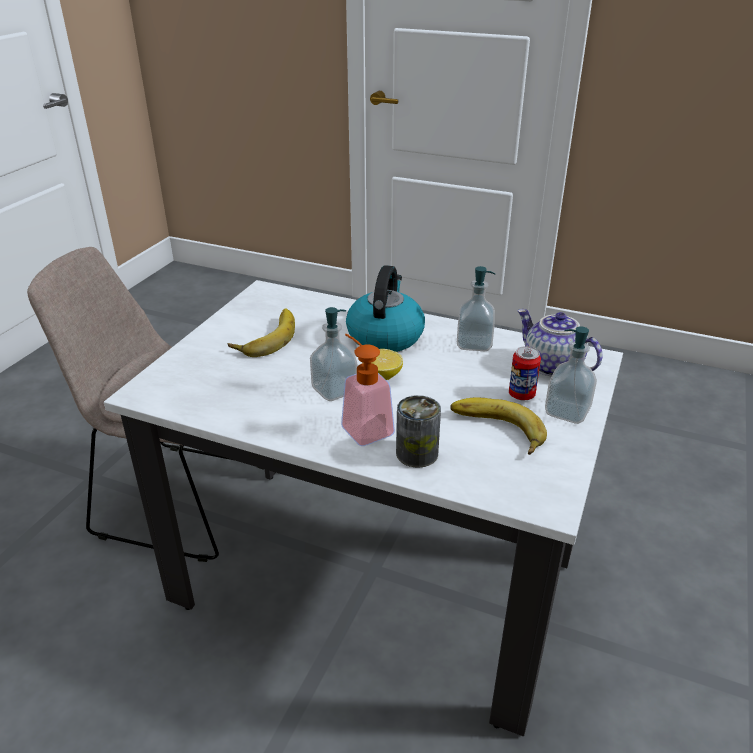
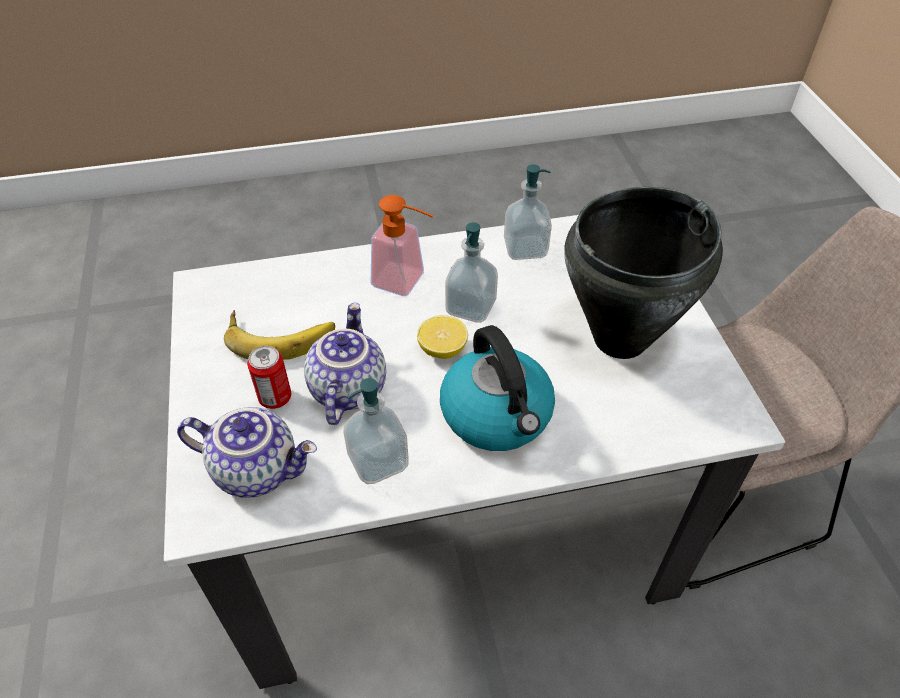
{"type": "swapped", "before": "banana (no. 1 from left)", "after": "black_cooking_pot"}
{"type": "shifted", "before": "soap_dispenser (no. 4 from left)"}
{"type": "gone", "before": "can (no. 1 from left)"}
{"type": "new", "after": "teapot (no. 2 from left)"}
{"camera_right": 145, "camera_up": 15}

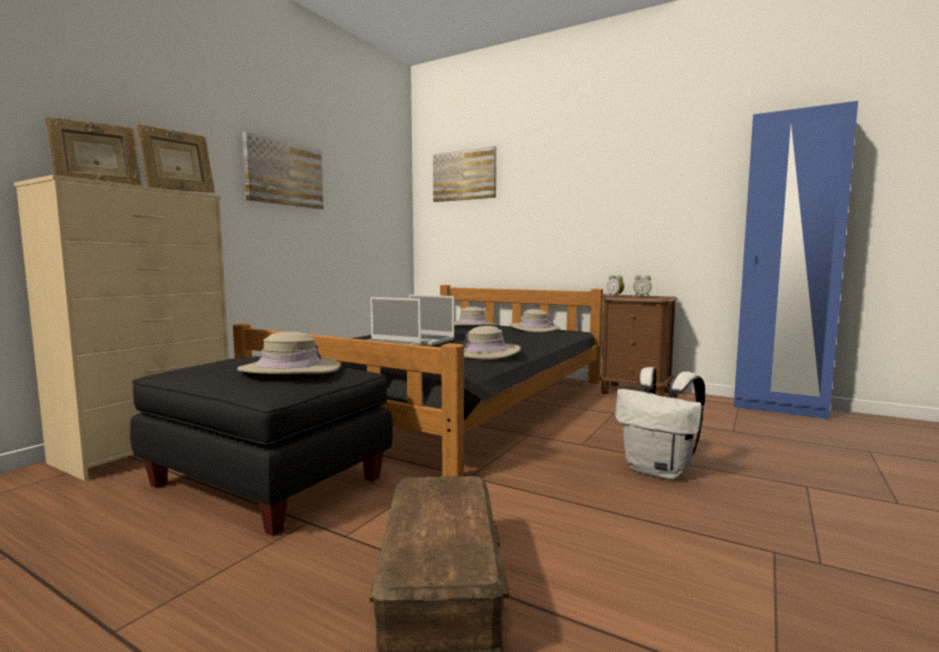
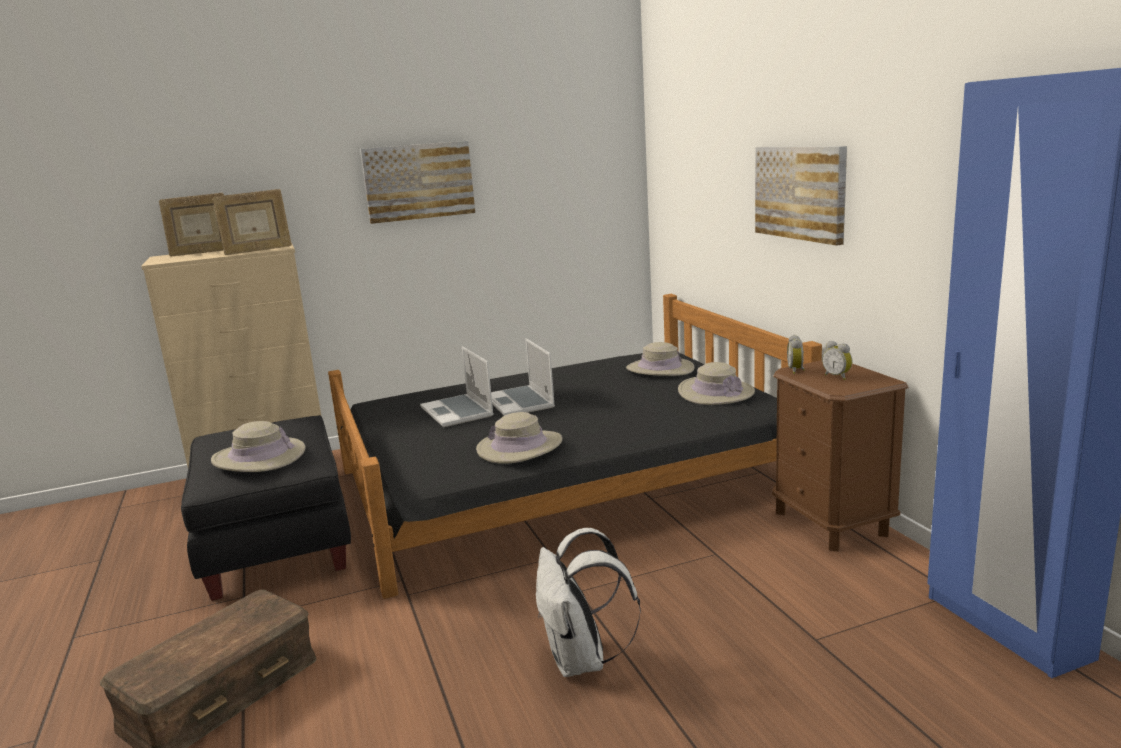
{"type": "shifted", "before": "picture (no. 2 from left)"}
{"camera_right": 40, "camera_up": 10}

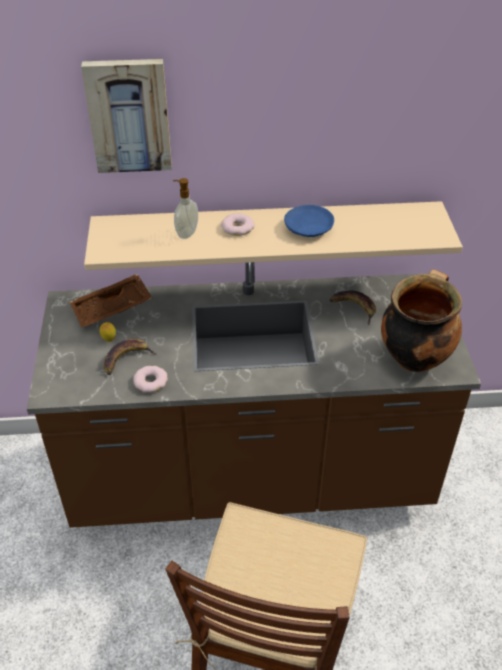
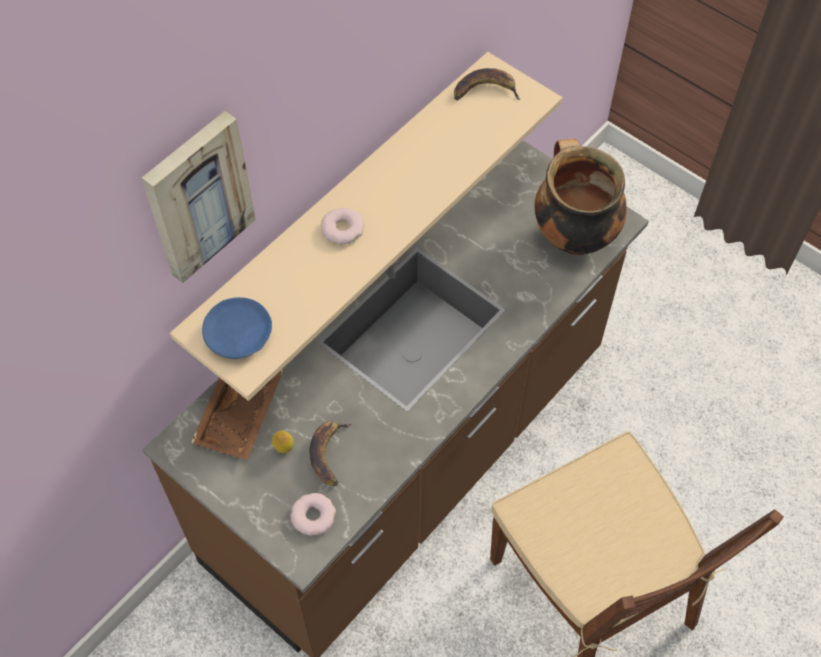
{"type": "gone", "before": "soap_dispenser"}
{"type": "shifted", "before": "blue_plate"}
{"type": "shifted", "before": "banana (no. 2 from left)"}
{"type": "shifted", "before": "donut (no. 1 from left)"}
{"camera_right": -45, "camera_up": 15}

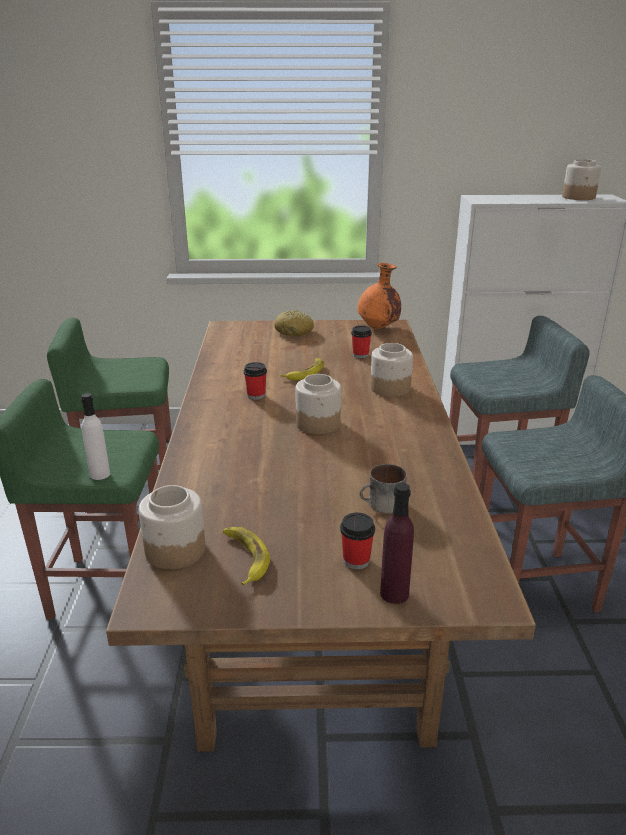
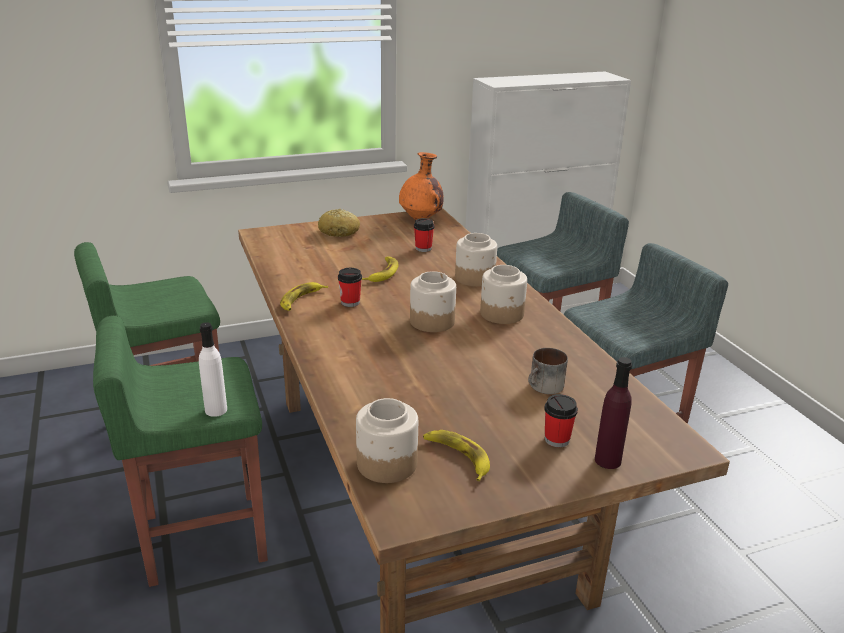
{"type": "shifted", "before": "jar (no. 4 from left)"}
{"type": "new", "after": "banana (no. 1 from left)"}
{"camera_right": -20, "camera_up": 0}

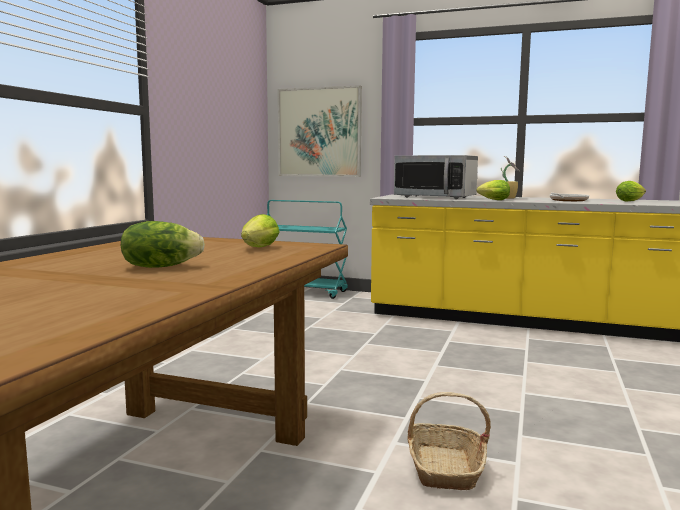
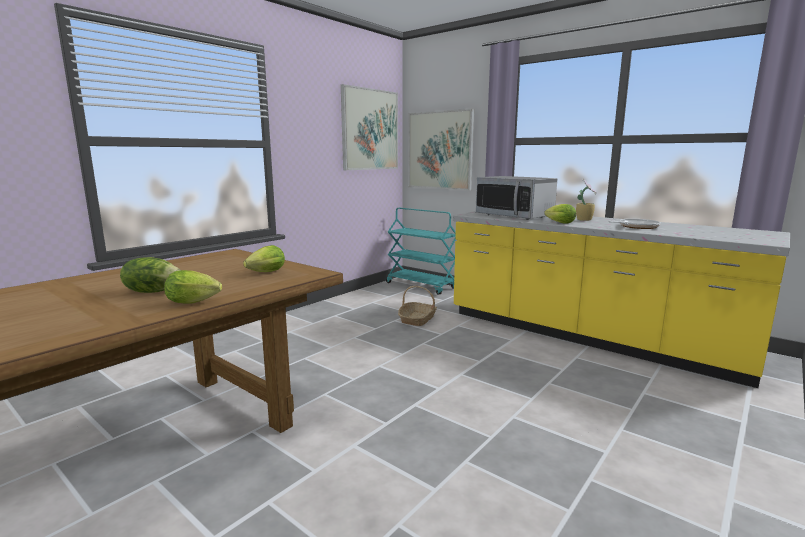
{"type": "shifted", "before": "lettuce (no. 4 from left in the first image)", "after": "lettuce (no. 2 from left)"}
{"type": "shifted", "before": "basket"}
{"type": "new", "after": "picture (no. 1 from left)"}
{"camera_right": 20, "camera_up": 5}

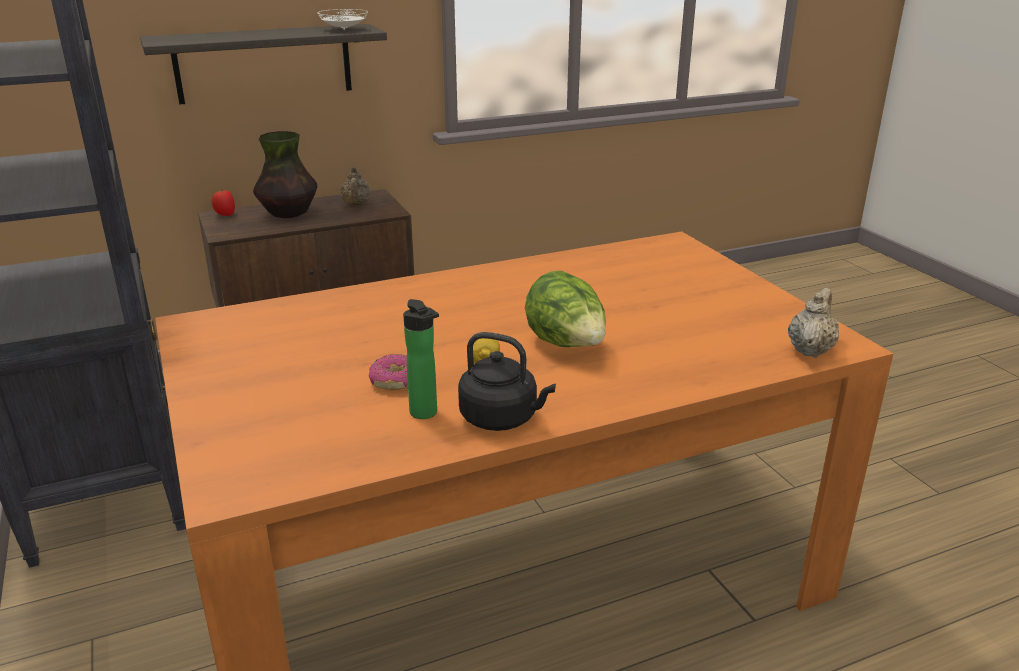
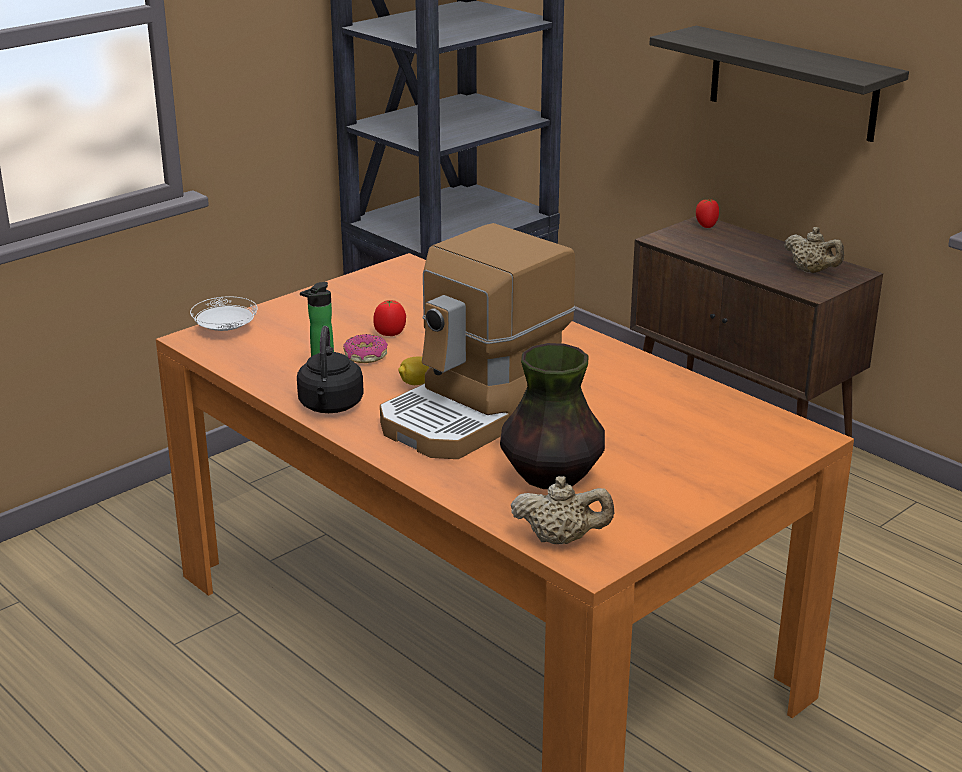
{"type": "shifted", "before": "white_plate"}
{"type": "shifted", "before": "vase"}
{"type": "rotated", "before": "beige_teapot (no. 1 from left in the first image)", "turn": -105}
{"type": "swapped", "before": "lettuce", "after": "coffee_machine"}
{"type": "new", "after": "tomato (no. 1 from left)"}
{"camera_right": 70, "camera_up": 0}

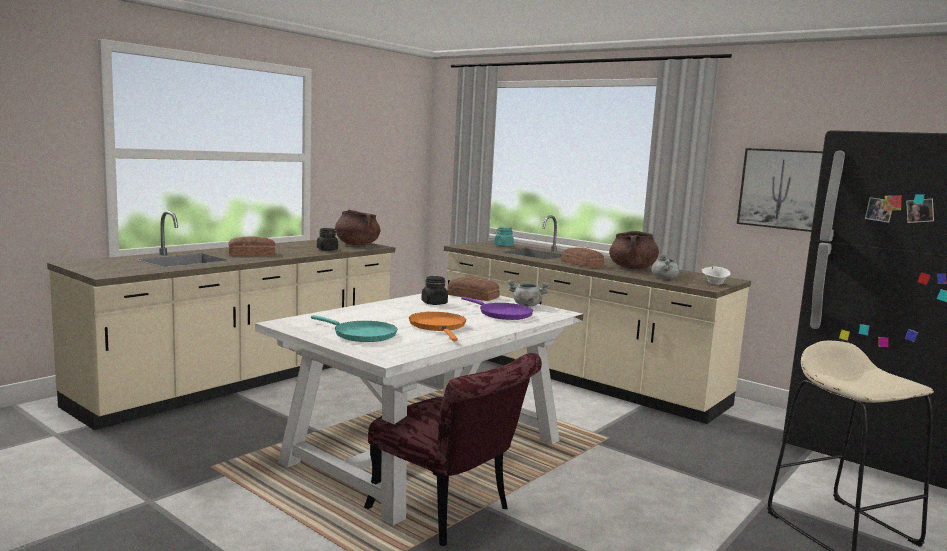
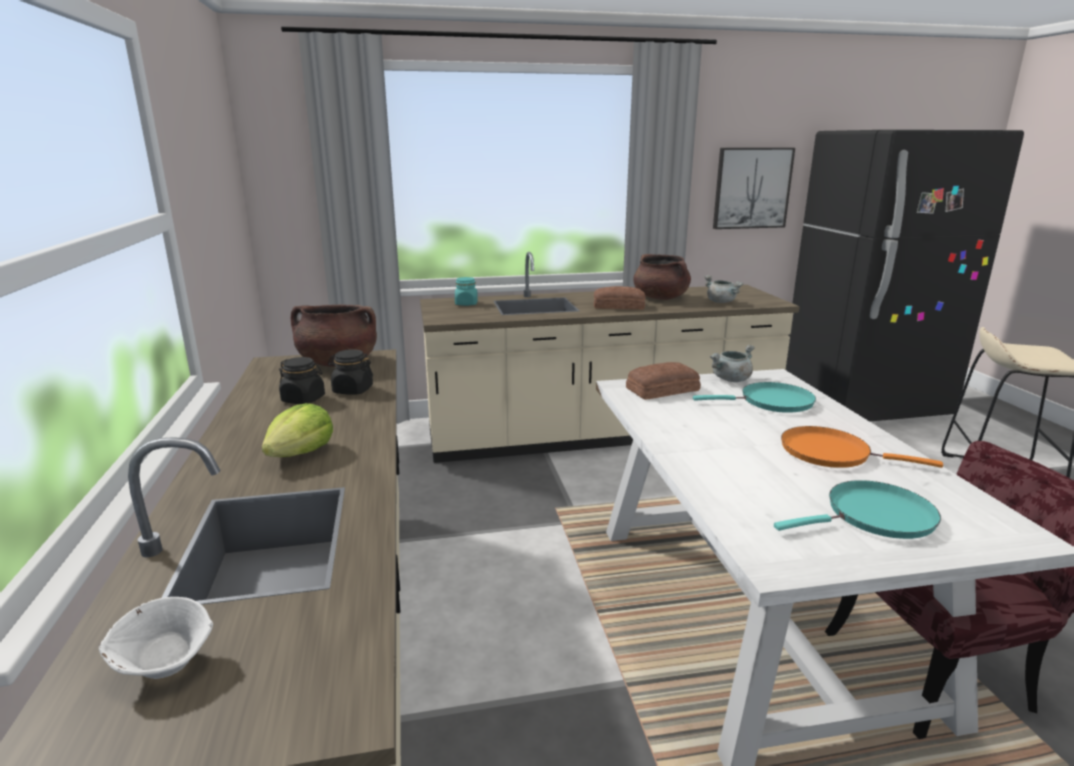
{"type": "swapped", "before": "bread (no. 1 from left)", "after": "lettuce"}
{"type": "shifted", "before": "white_bowl"}
{"type": "shifted", "before": "black_jar (no. 2 from left in the first image)", "after": "black_jar (no. 1 from left)"}
{"type": "repainted", "before": "purple_frying_pan", "after": "turquoise_frying_pan (no. 1 from left)"}
{"camera_right": -50, "camera_up": 10}

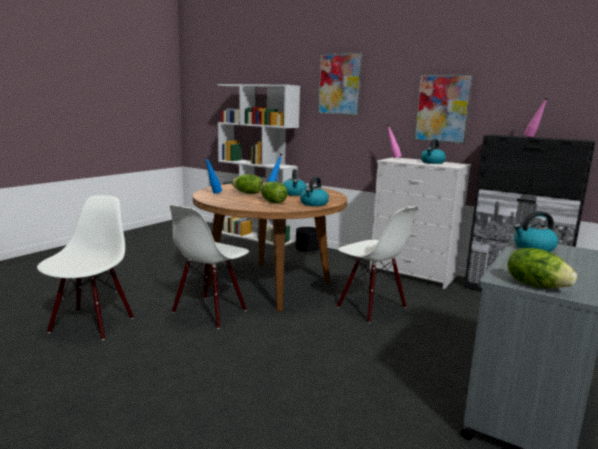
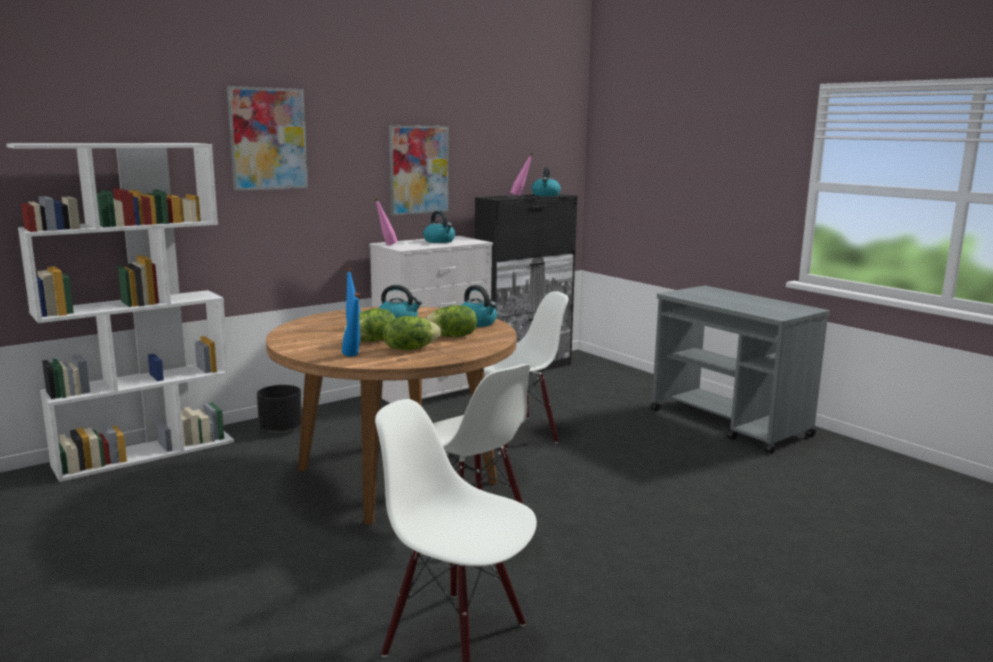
{"type": "shifted", "before": "kettle (no. 4 from left)"}
{"type": "shifted", "before": "lettuce (no. 3 from left in the first image)", "after": "lettuce (no. 2 from left)"}
{"camera_right": -70, "camera_up": 0}

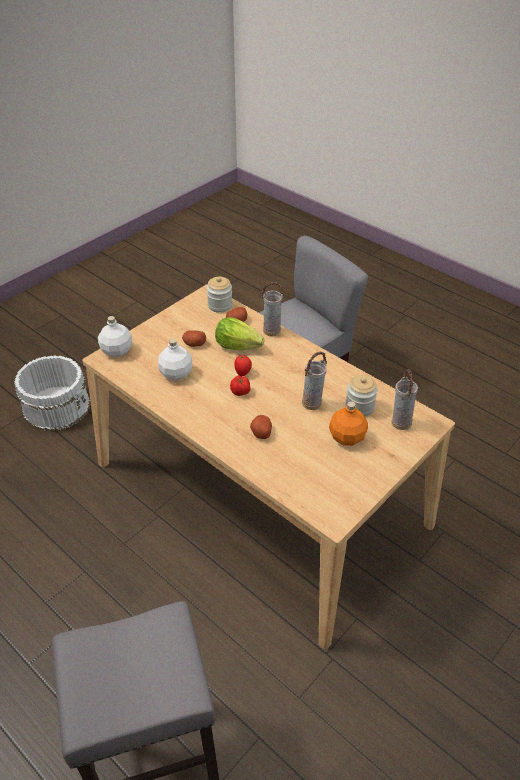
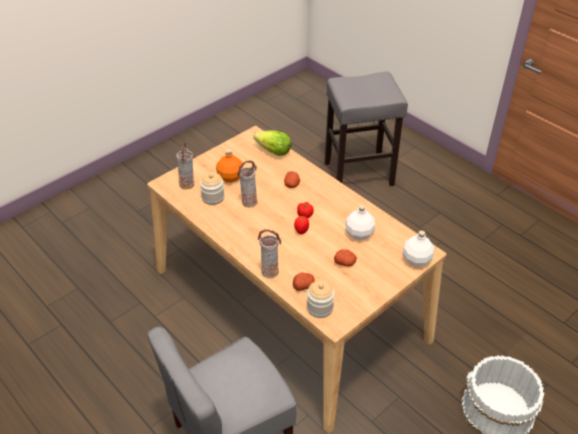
{"type": "shifted", "before": "lettuce"}
{"camera_right": -175, "camera_up": 0}

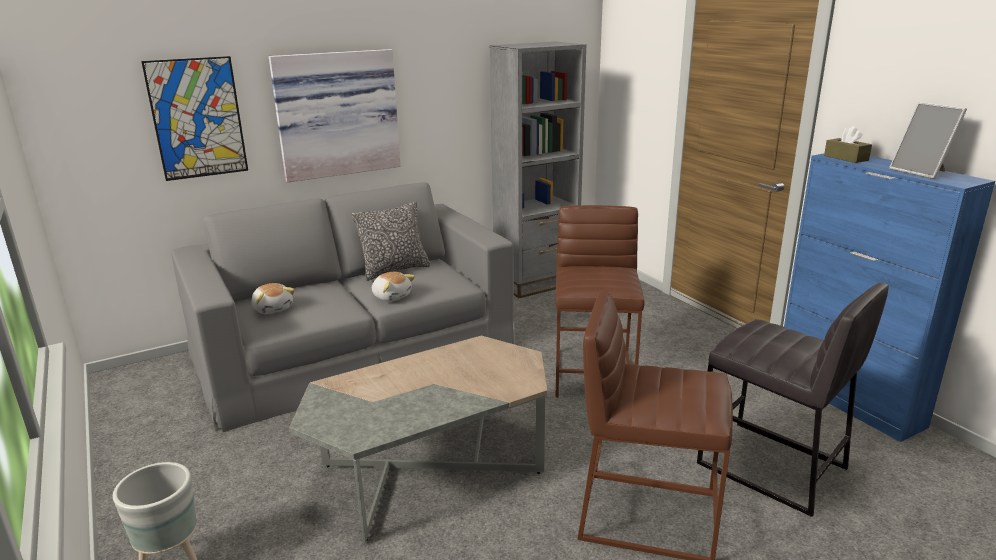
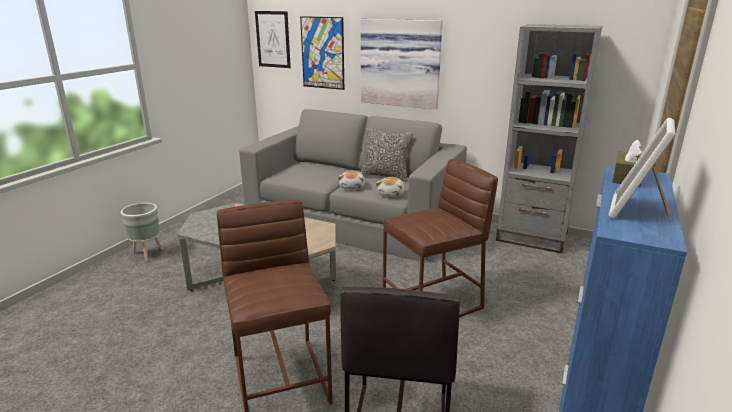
{"type": "shifted", "before": "plush_toy (no. 1 from left in the first image)", "after": "plush_toy (no. 2 from left)"}
{"type": "new", "after": "picture (no. 1 from left)"}
{"camera_right": 55, "camera_up": 0}

